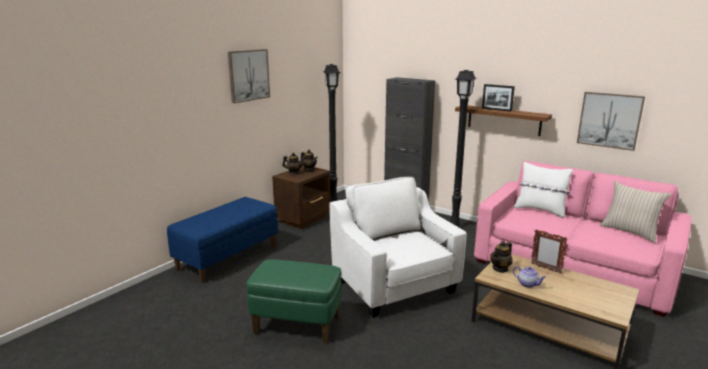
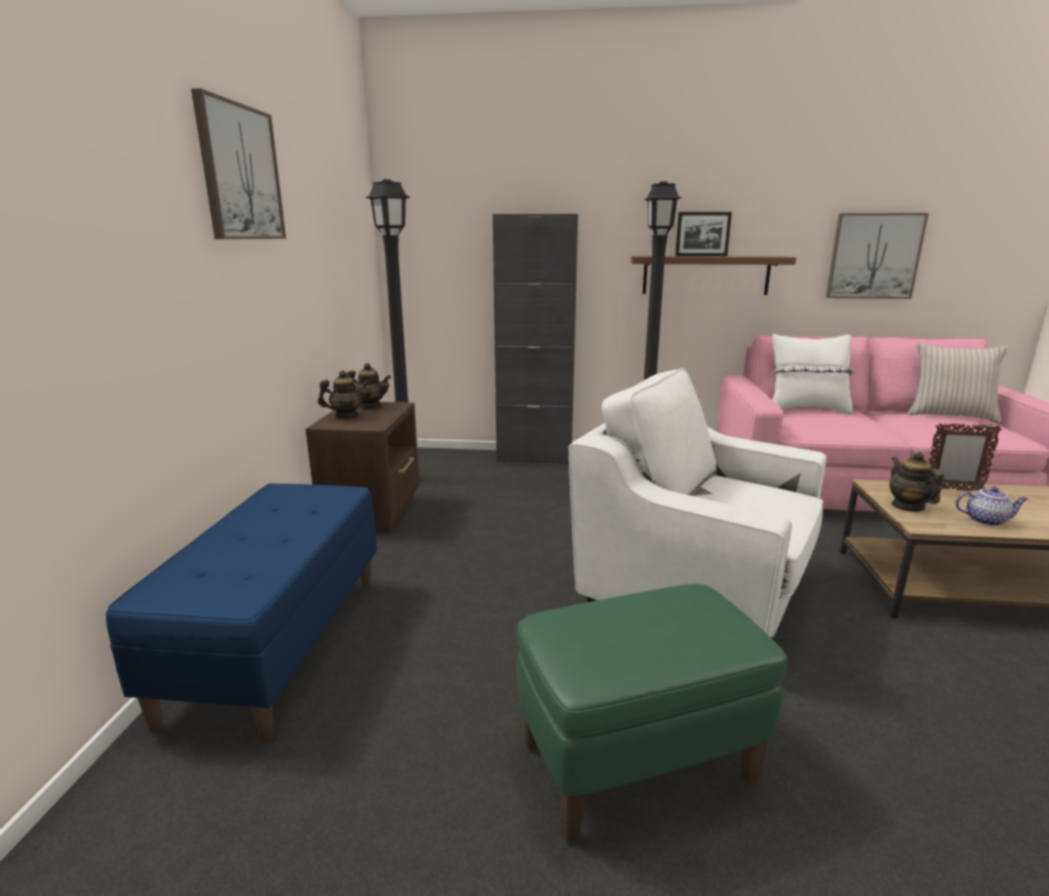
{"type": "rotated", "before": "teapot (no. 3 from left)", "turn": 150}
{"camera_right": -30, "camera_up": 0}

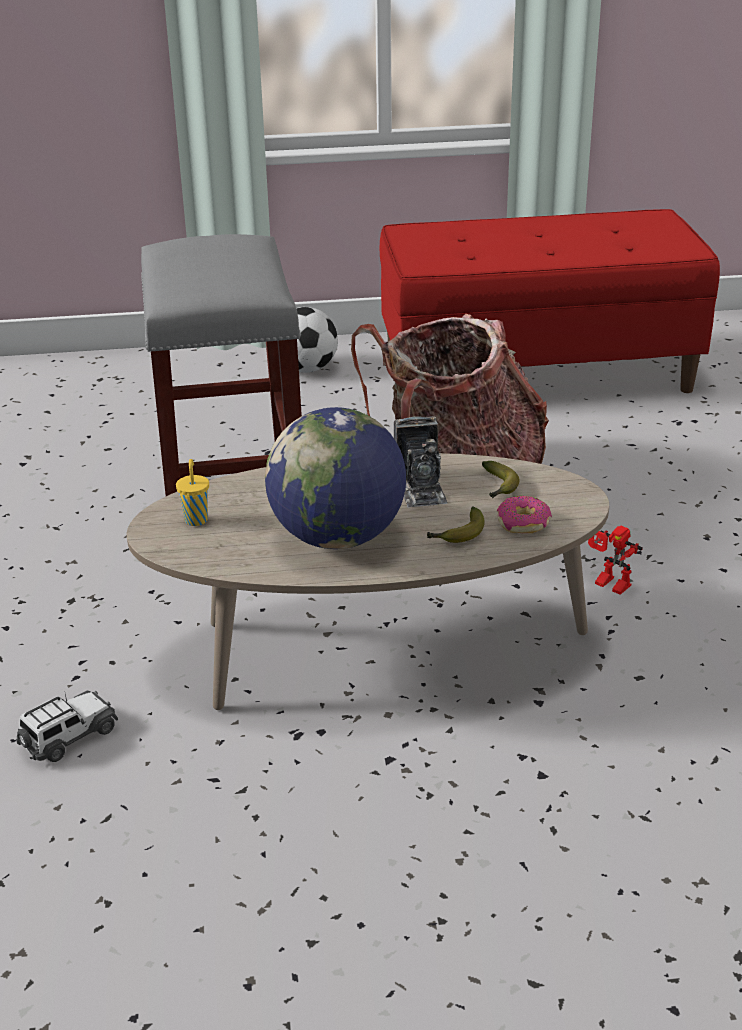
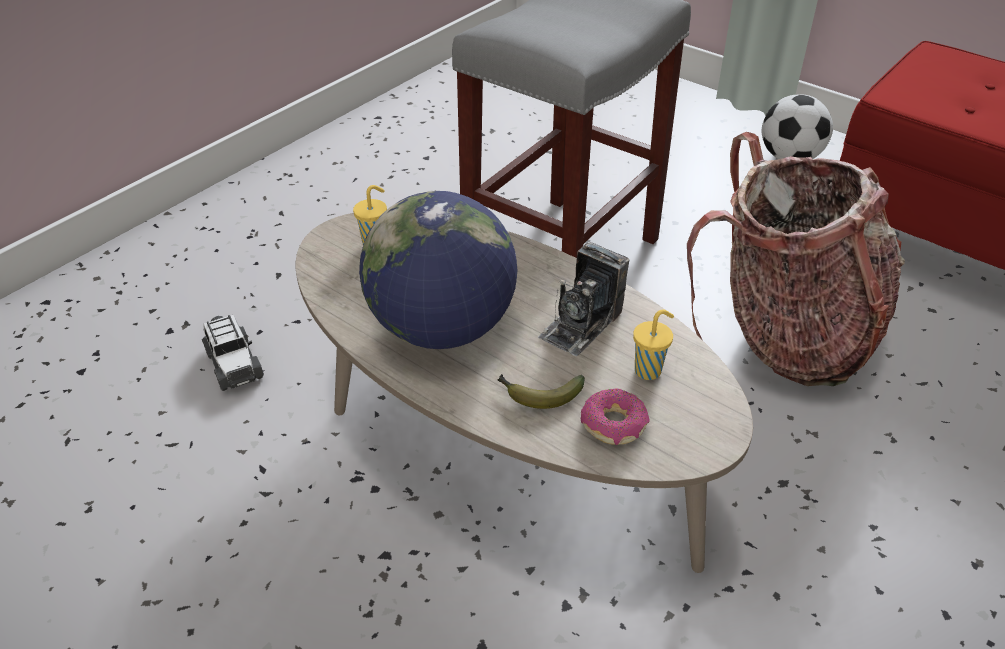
{"type": "swapped", "before": "banana (no. 2 from left)", "after": "yellow_cup (no. 2 from left)"}
{"type": "gone", "before": "toy_robot"}
{"type": "rotated", "before": "toy_car", "turn": 60}
{"camera_right": 45, "camera_up": 10}

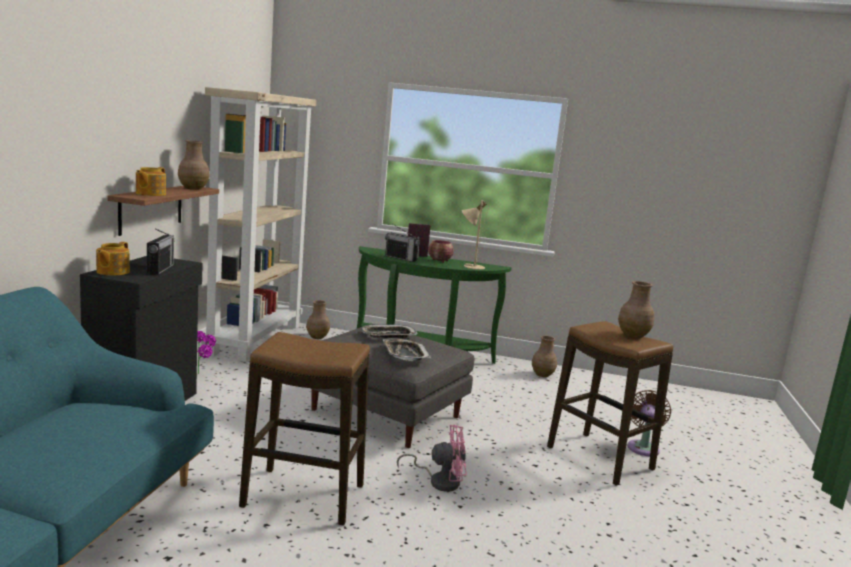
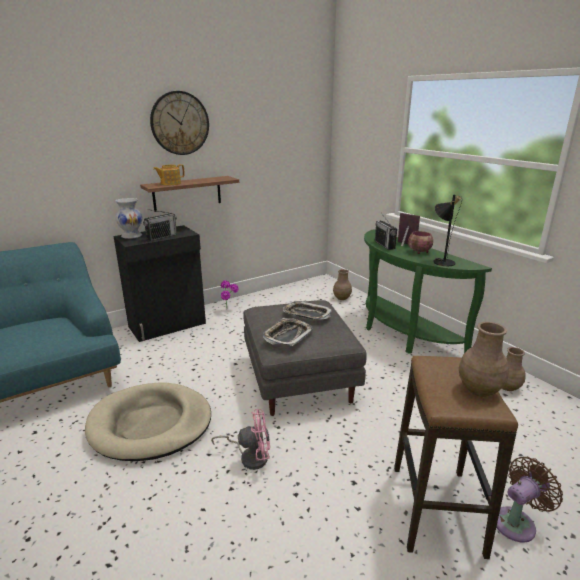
{"type": "gone", "before": "beige_bookcase"}
{"type": "gone", "before": "brown_vase (no. 1 from left)"}
{"type": "repainted", "before": "beige_table_lamp", "after": "black_table_lamp"}
{"type": "swapped", "before": "teapot (no. 1 from left)", "after": "white_vase"}
{"type": "swapped", "before": "stool (no. 1 from left)", "after": "beige_dog_bed"}
{"type": "rotated", "before": "pink_fan", "turn": -45}
{"type": "new", "after": "wall_clock"}
{"camera_right": 45, "camera_up": 10}

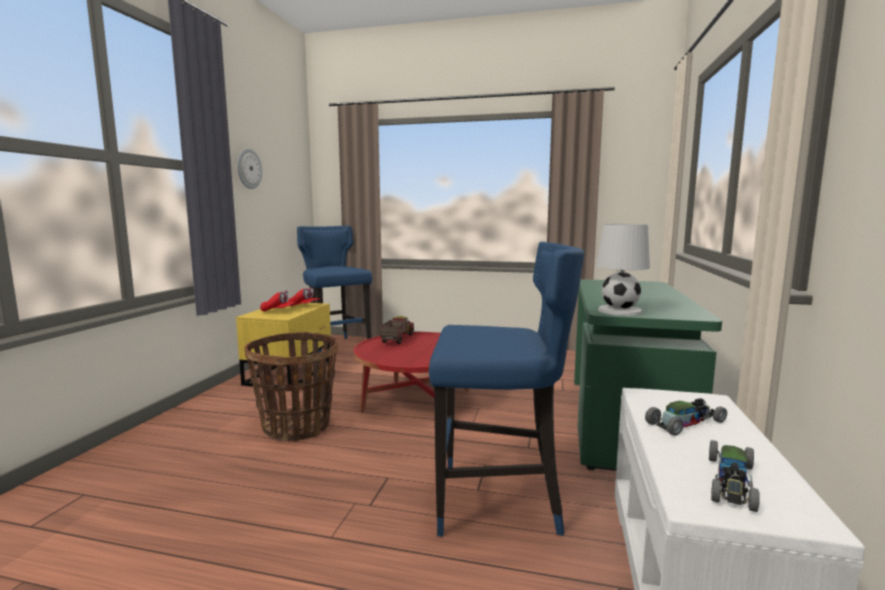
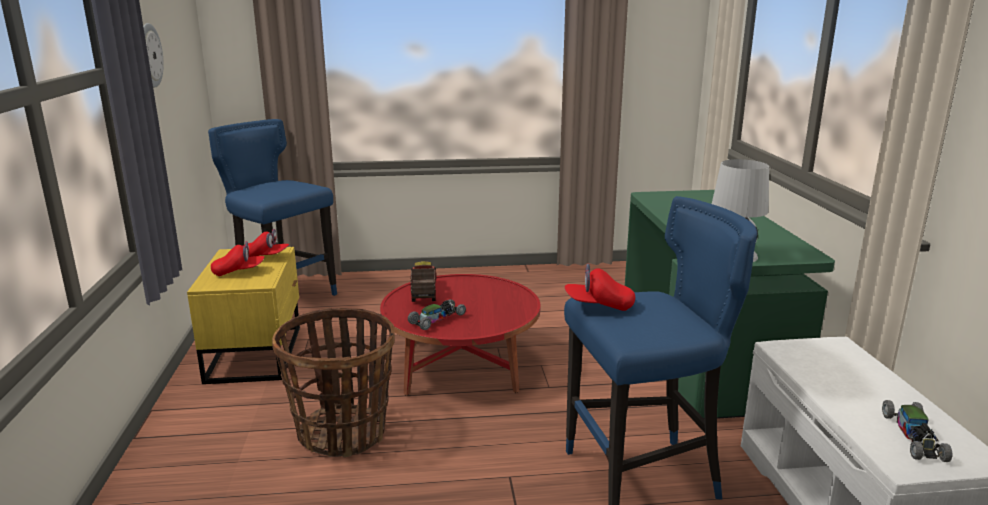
{"type": "shifted", "before": "toy_car (no. 1 from left)"}
{"type": "new", "after": "red_cap (no. 3 from left)"}
{"camera_right": -20, "camera_up": 10}

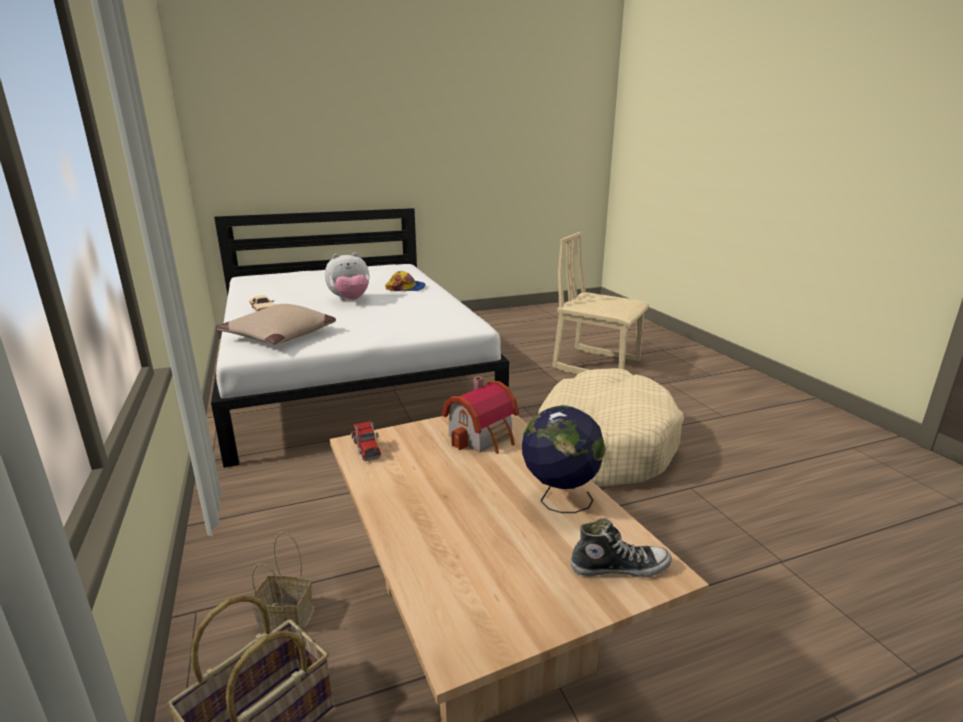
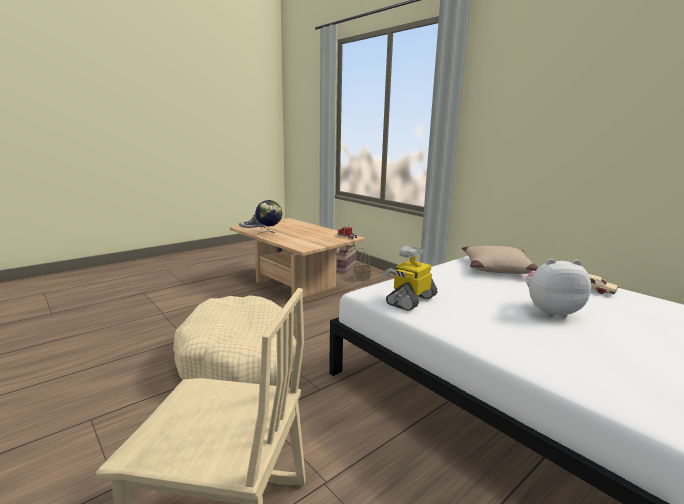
{"type": "rotated", "before": "plush_toy", "turn": 45}
{"type": "gone", "before": "cap"}
{"type": "gone", "before": "toy_house"}
{"type": "new", "after": "toy_robot"}
{"camera_right": 160, "camera_up": -5}

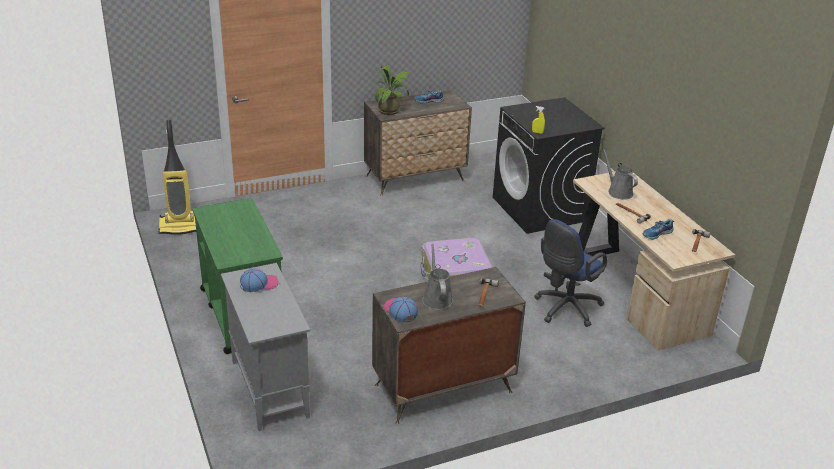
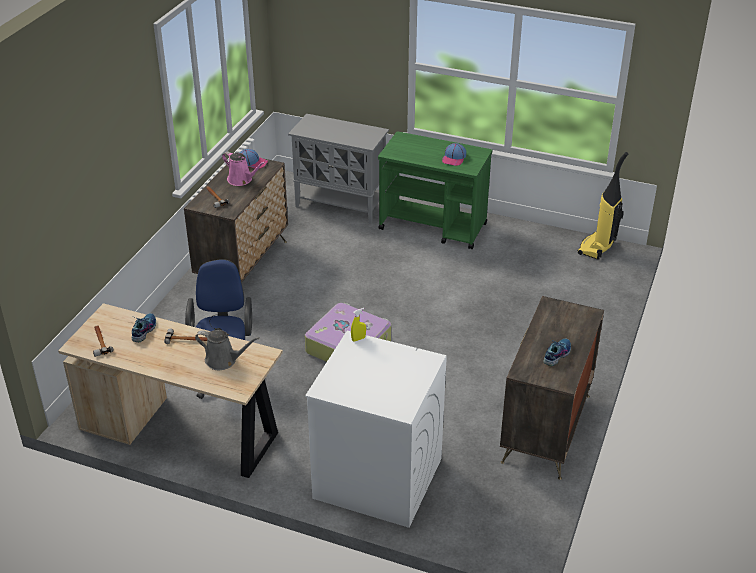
{"type": "gone", "before": "potted_plant"}
{"type": "repainted", "before": "black_washing_machine", "after": "white_washing_machine"}
{"type": "repainted", "before": "grey_watering_can (no. 1 from left)", "after": "pink_watering_can"}
{"type": "shifted", "before": "cap (no. 1 from left in the first image)", "after": "cap (no. 2 from left)"}
{"camera_right": 135, "camera_up": 5}

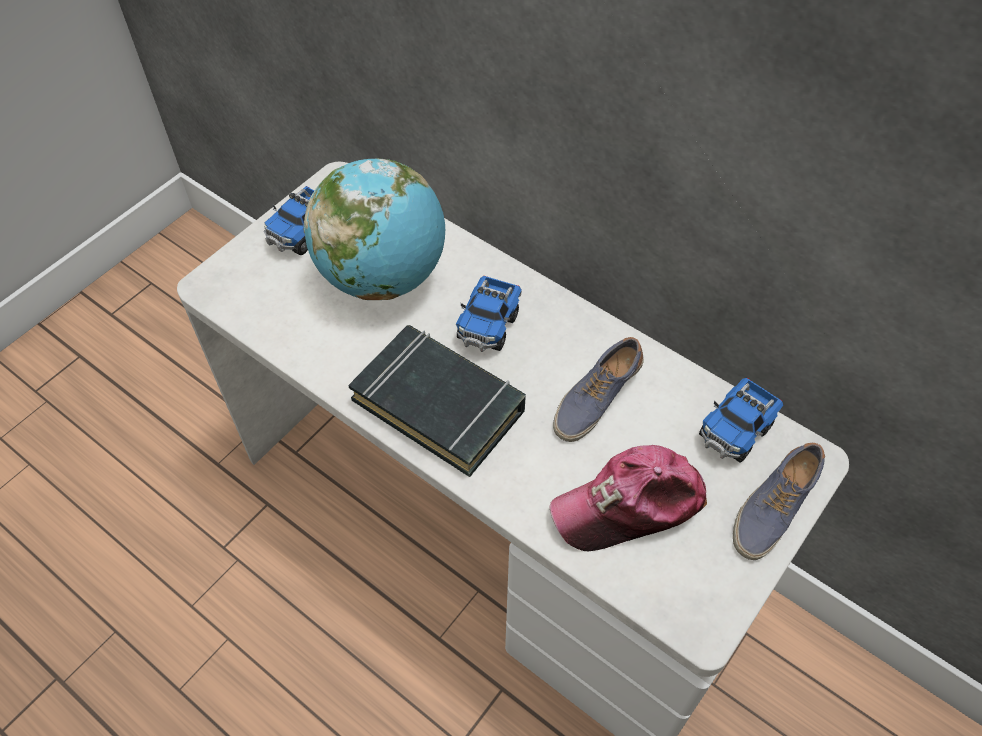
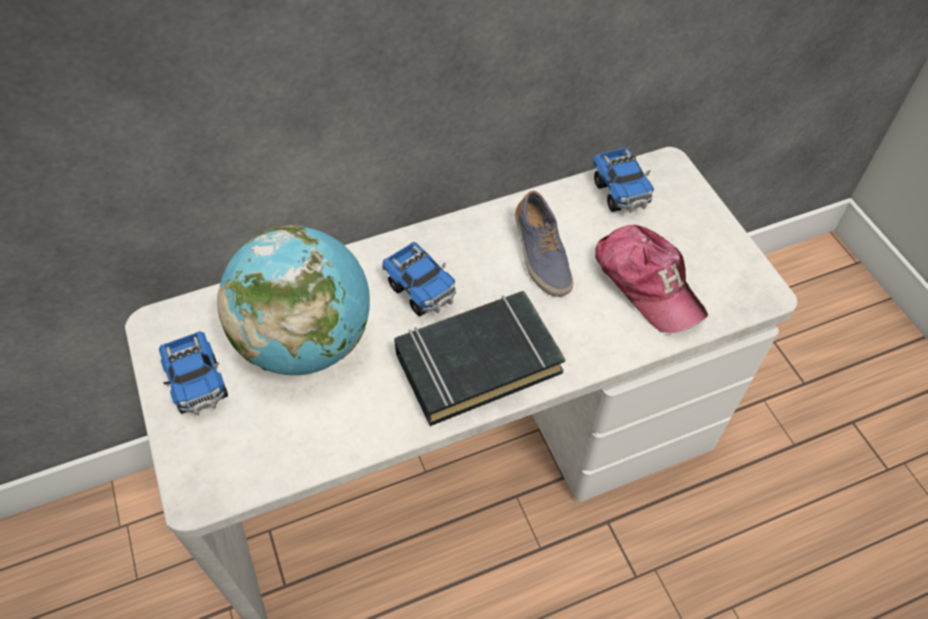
{"type": "gone", "before": "shoe (no. 2 from left)"}
{"type": "rotated", "before": "cap", "turn": -45}
{"camera_right": -60, "camera_up": 0}

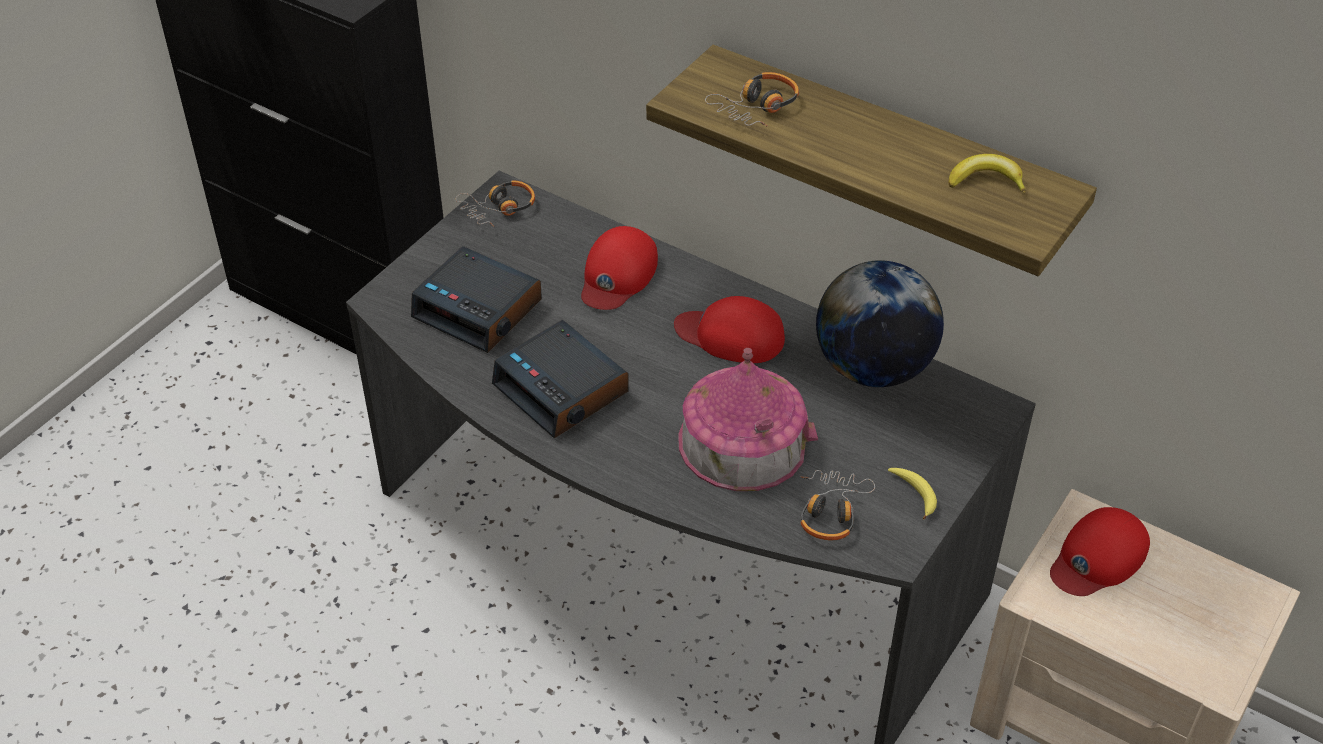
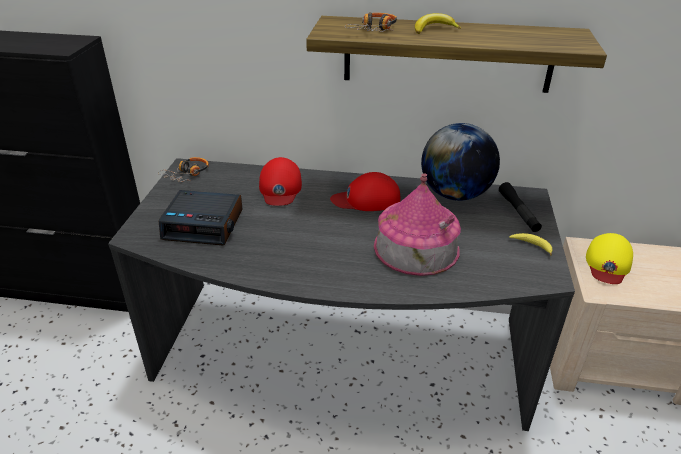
{"type": "shifted", "before": "banana (no. 2 from left in the first image)", "after": "banana (no. 1 from left)"}
{"type": "gone", "before": "alarm_clock (no. 2 from left)"}
{"type": "gone", "before": "headphones (no. 3 from left)"}
{"type": "repainted", "before": "red_cap (no. 3 from left)", "after": "yellow_cap"}
{"type": "new", "after": "black_flashlight"}
{"camera_right": -25, "camera_up": -10}

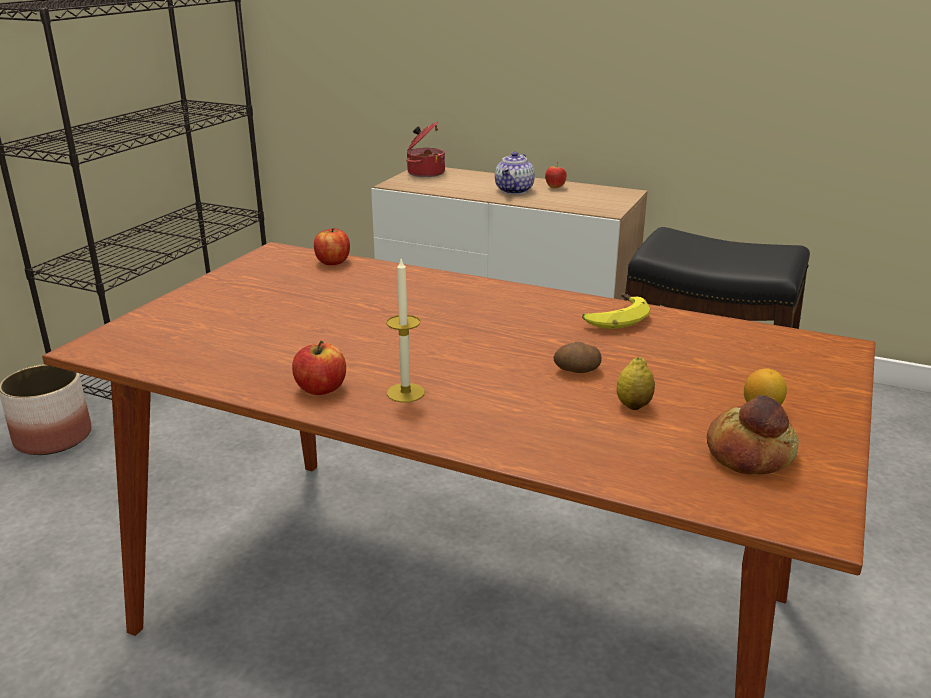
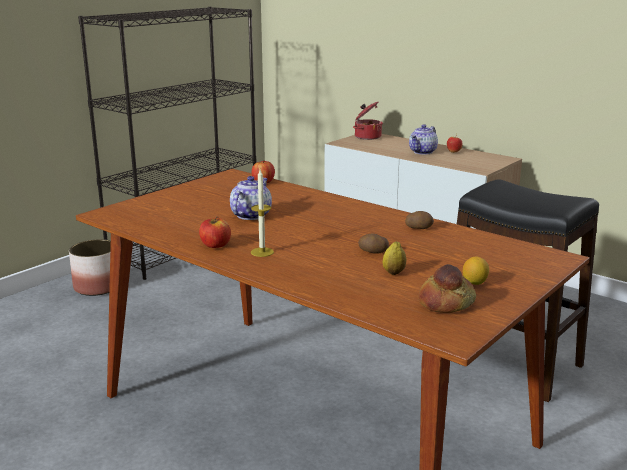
{"type": "swapped", "before": "banana", "after": "potato (no. 2 from left)"}
{"type": "new", "after": "teapot (no. 1 from left)"}
{"camera_right": 15, "camera_up": -5}

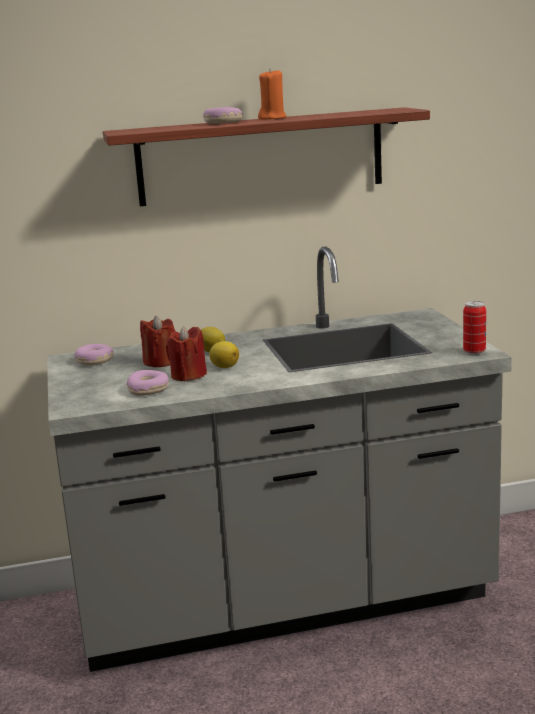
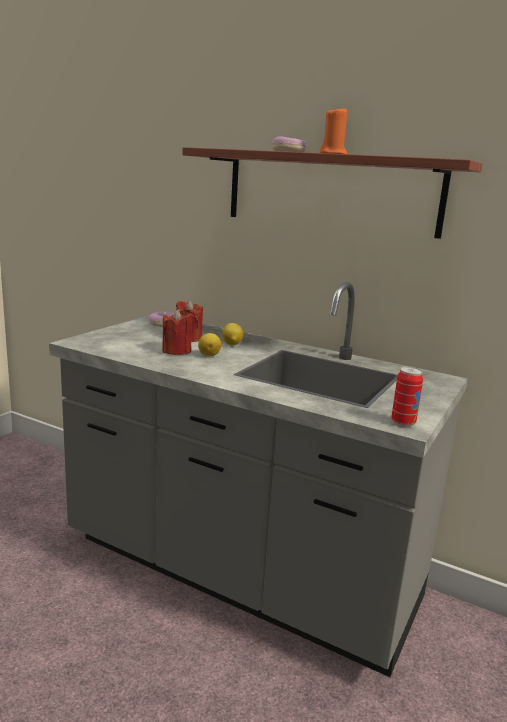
{"type": "gone", "before": "donut (no. 2 from left)"}
{"camera_right": 40, "camera_up": 0}

